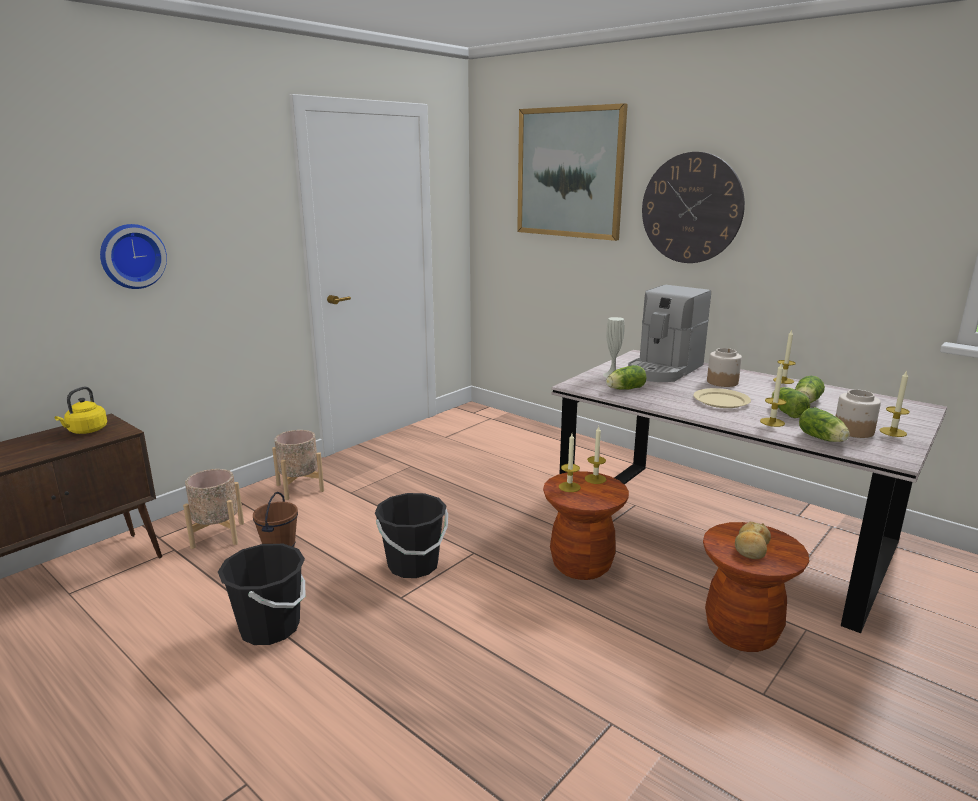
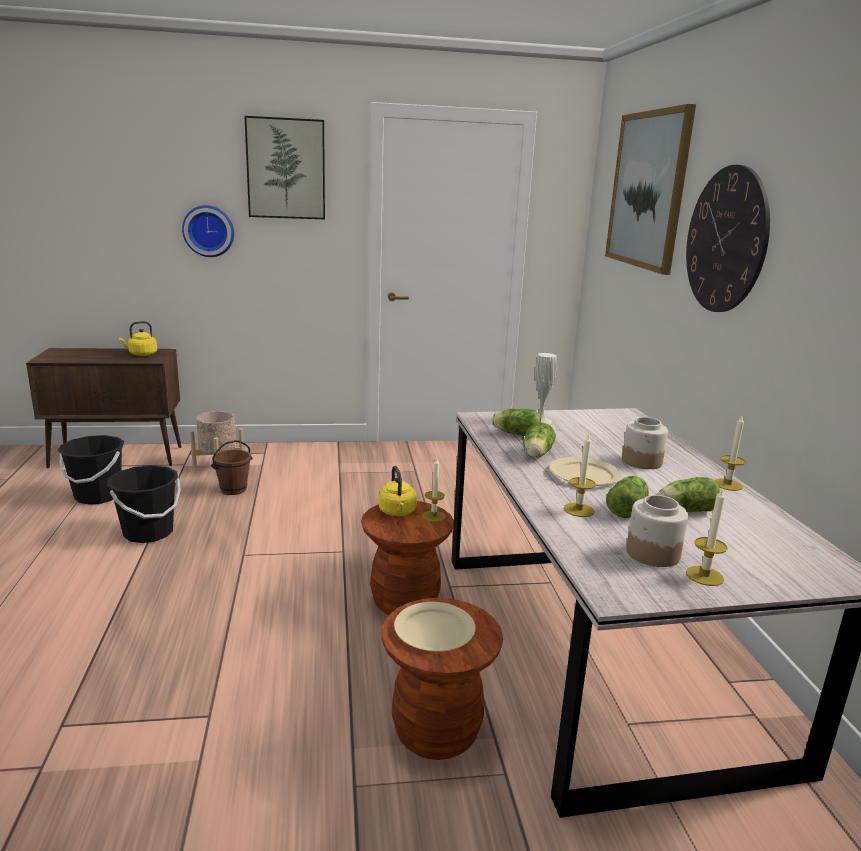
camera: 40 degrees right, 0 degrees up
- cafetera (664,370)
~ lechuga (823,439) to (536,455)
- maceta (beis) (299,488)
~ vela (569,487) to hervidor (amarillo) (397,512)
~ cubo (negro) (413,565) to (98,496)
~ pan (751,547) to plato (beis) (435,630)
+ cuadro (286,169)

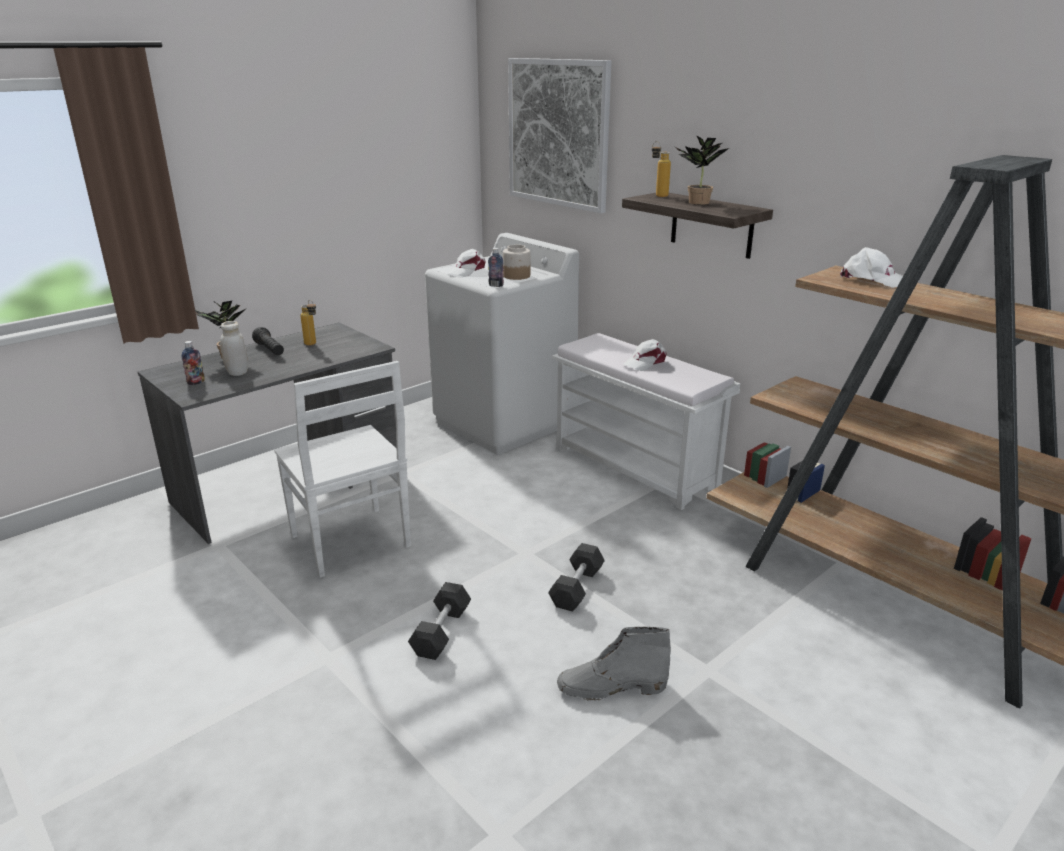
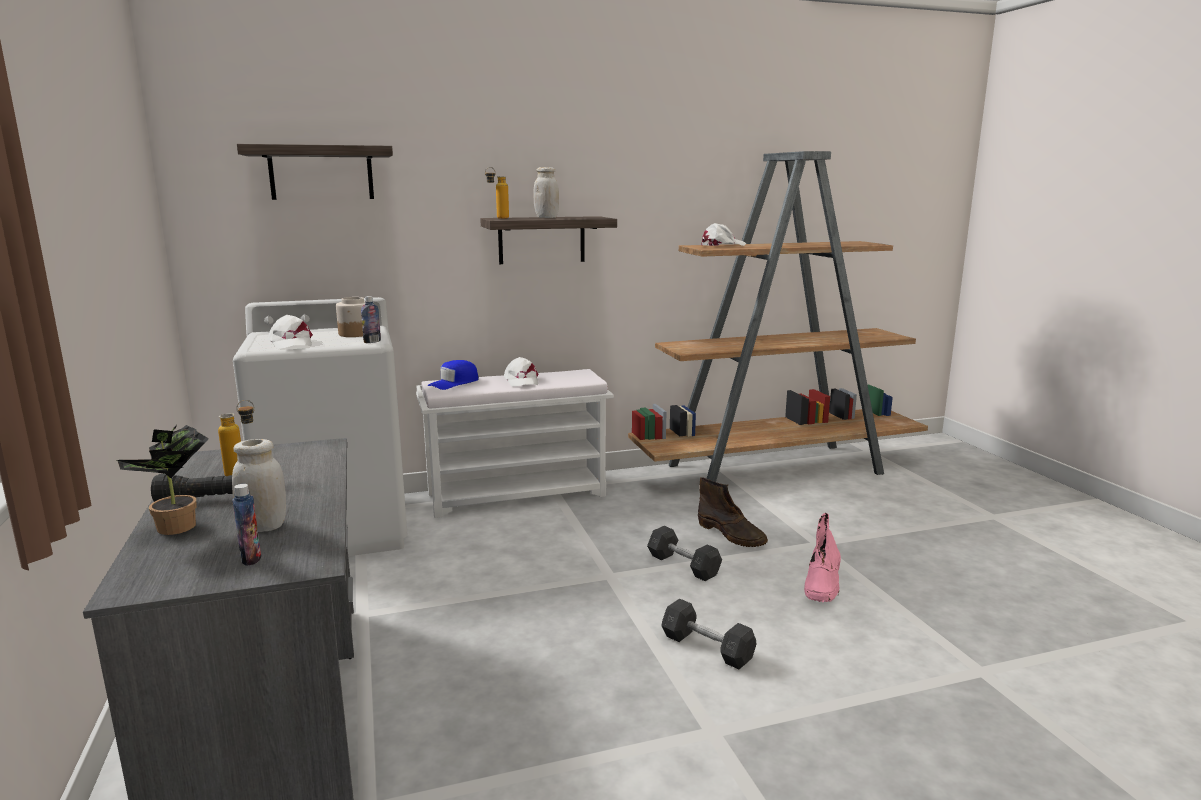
camera: 65 degrees left, 10 degrees down
~ cuadro (558,133) to estante (321,173)
~ planta en maceta (696,203) to tarro (blanco) (546,217)
- silla (blanco) (351,543)
~ bota (gris) (611,687) to bota (rosa) (822,583)
+ gorra (azul) (454,383)
+ bota (marrón) (731,535)

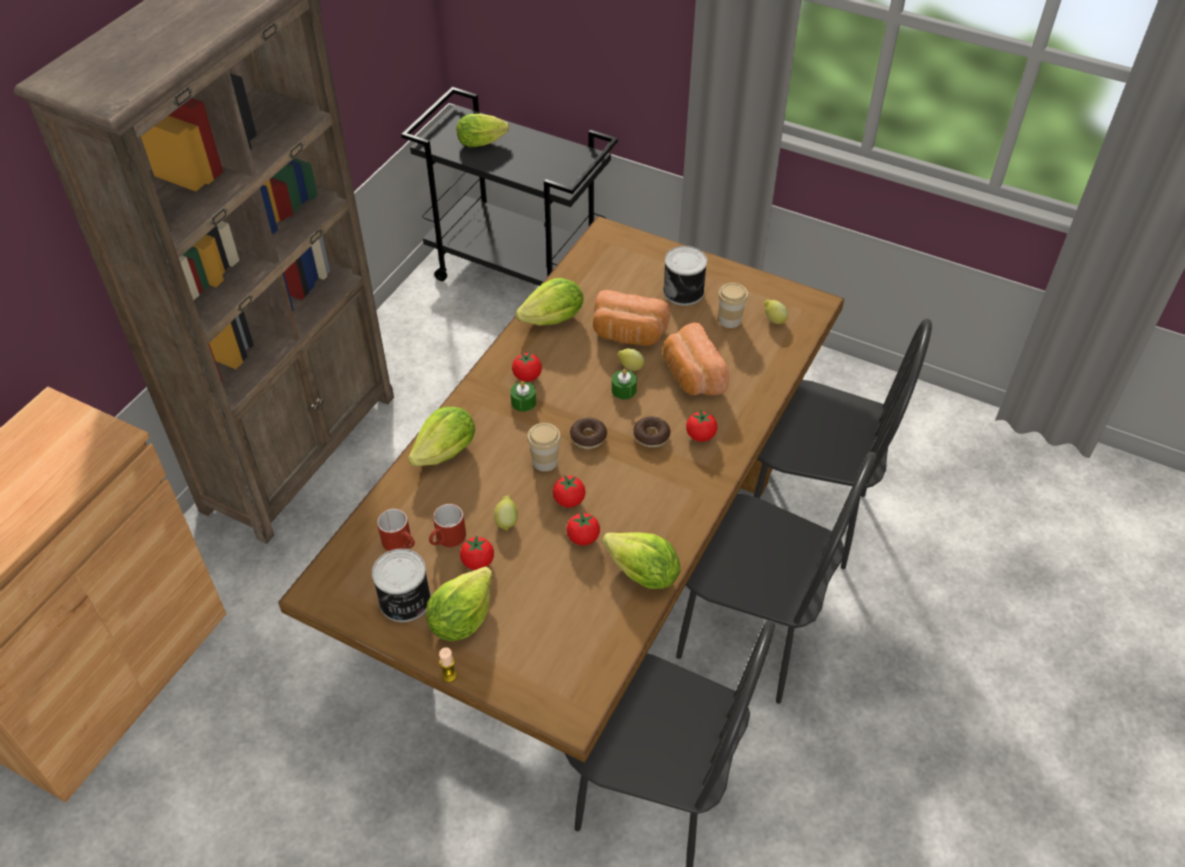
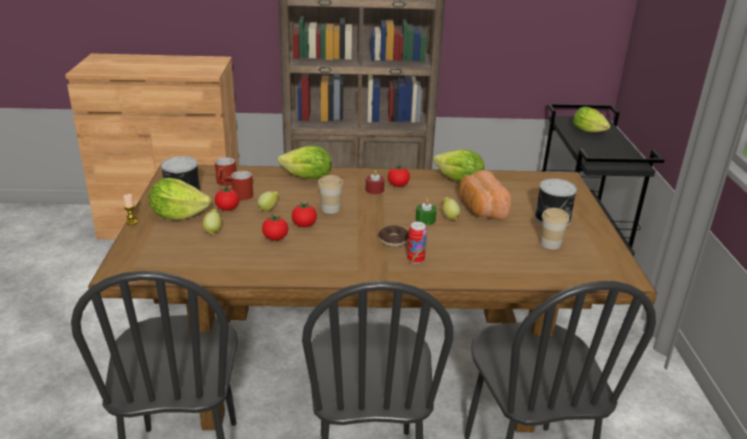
camera: 60 degrees right, 20 degrees down
~ limón (773,320) to (213,230)
- pan (691,376)
~ vela (verde) (523,402) to vela (rojo) (374,189)
~ tomate (700,435) to lata (415,260)
- rosquilla (588,437)
- lechuga (643,574)

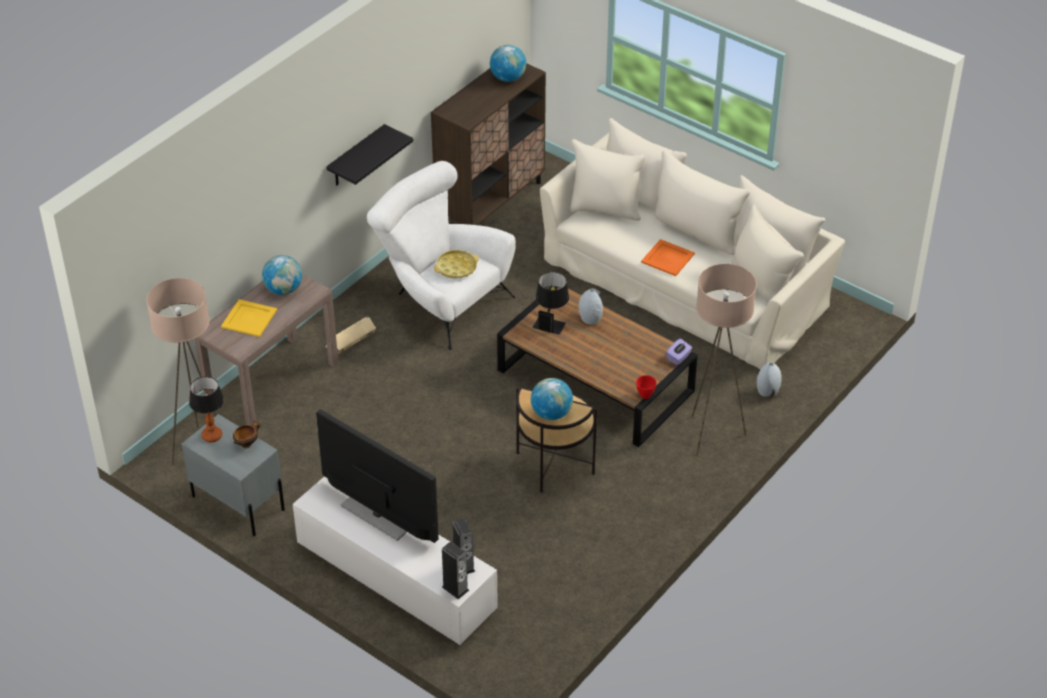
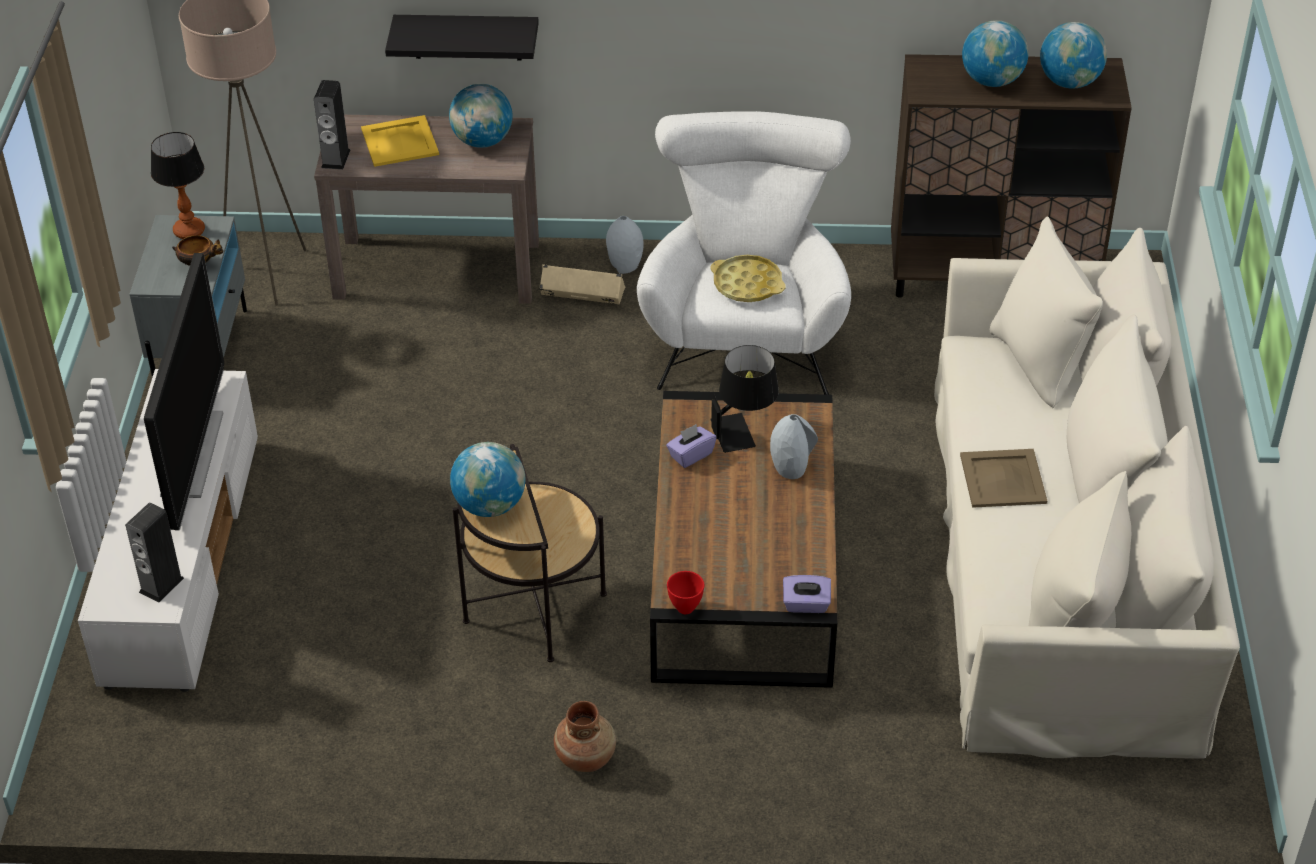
camera: 55 degrees right, 0 degrees up
~ estante (negro) (356,157) to (467,37)
~ bandeja (naranja) (668,258) to bandeja (beis) (1003,479)
- lámpara de pie (beis) (712,435)
~ florero (gris) (768,392) to (624,265)
~ altavoz (455,588) to (335,158)
+ globo terráqueo (992,81)
+ caja de pañuelos (morado) (690,455)
+ florero (marrón) (585,756)

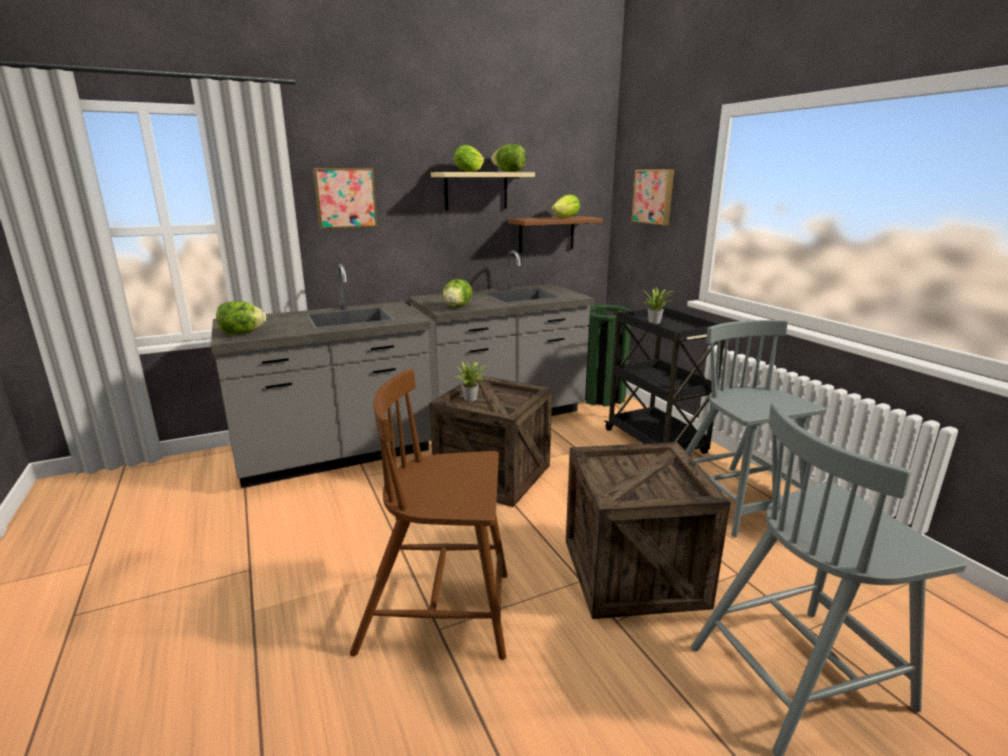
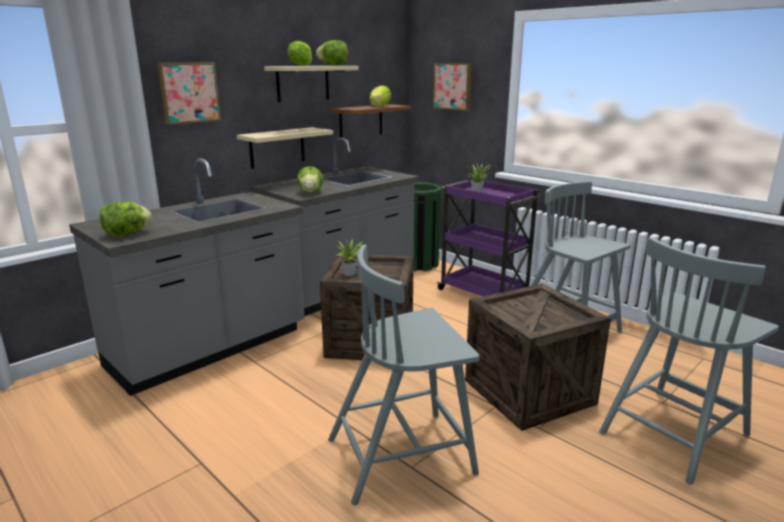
camera: 20 degrees left, 0 degrees up
~ carrito (negro) (656,442) to carrito (morado) (484,293)
~ silla (marrón) (439,612) to silla (gris) (403,455)
+ estante (beis) (277,147)

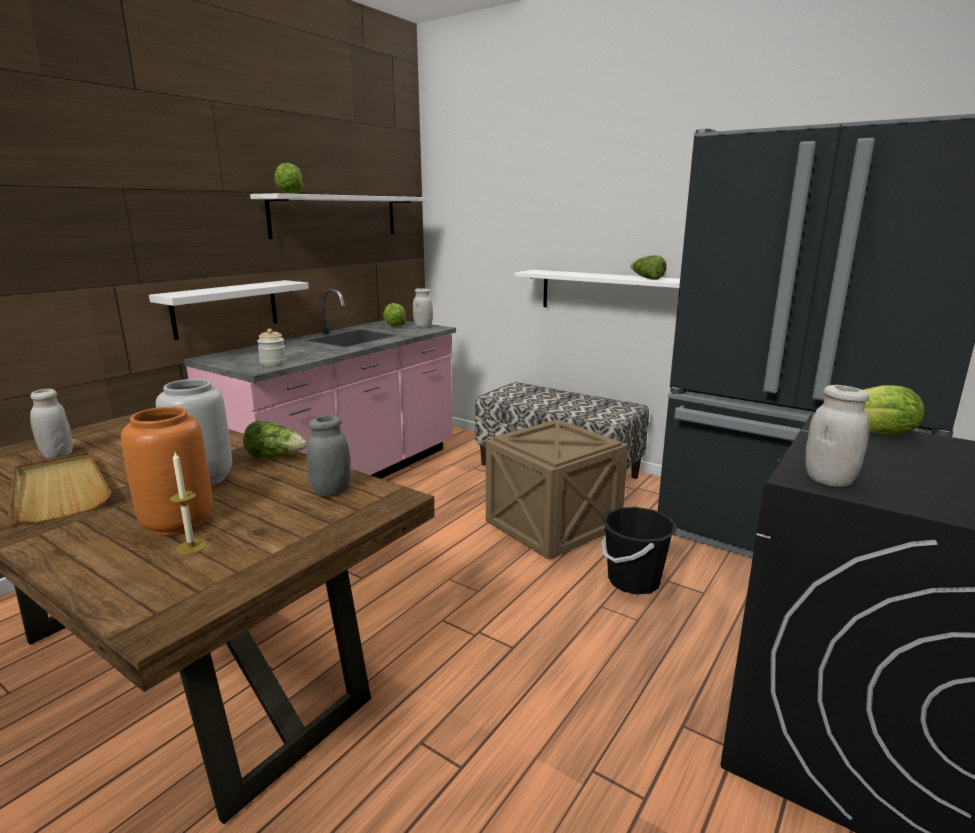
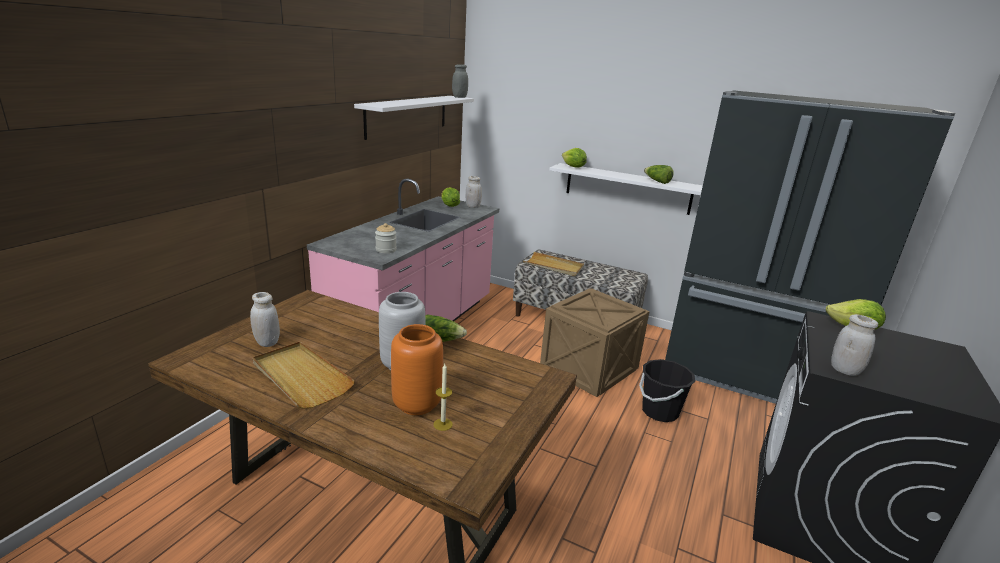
camera: 10 degrees left, 5 degrees up
~ lechuga (289,193) to (573,167)
- estante (blanco) (226,309)
~ tarro (gris) (331,491) to (459,97)
+ bandeja (beis) (553,266)

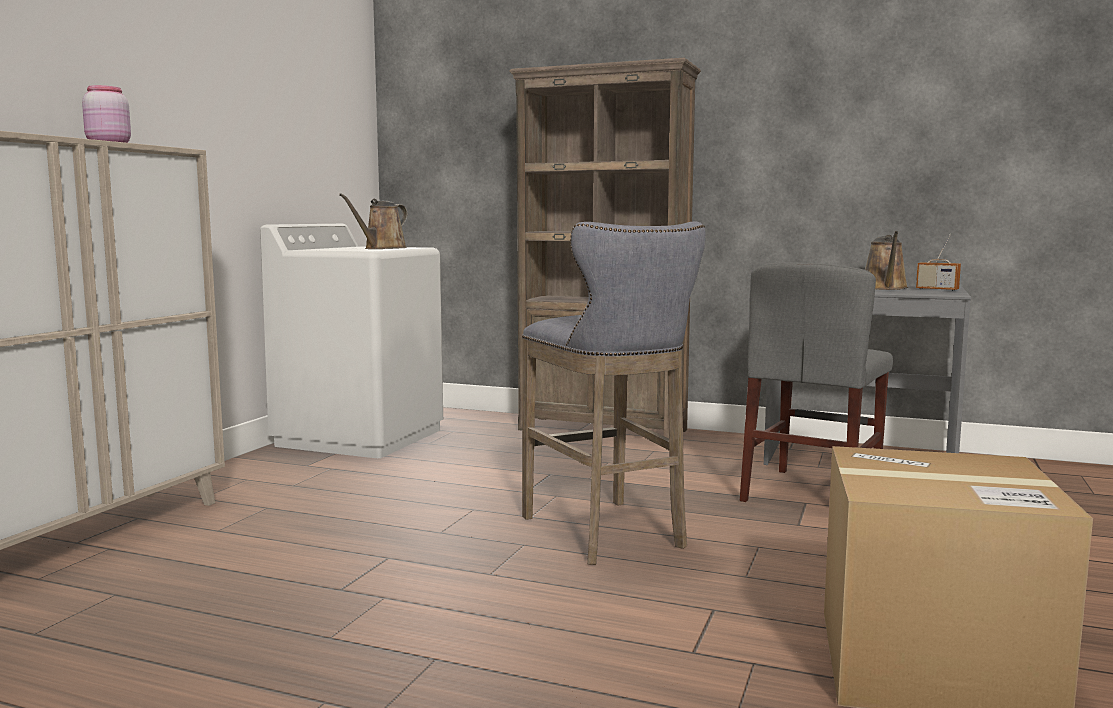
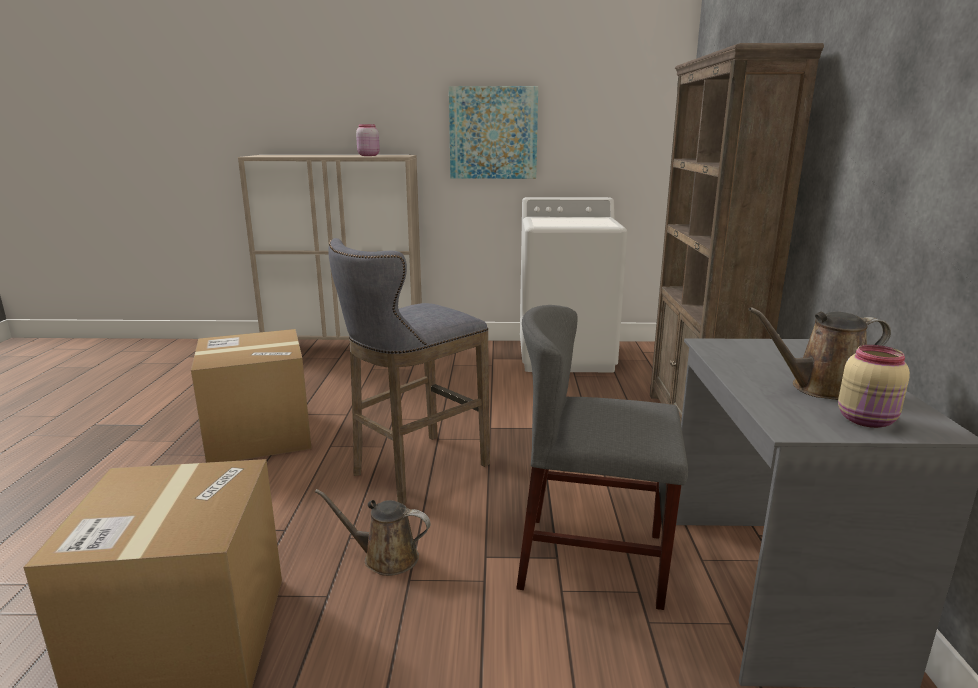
camera: 70 degrees right, 10 degrees up
~ regadera (marrón) (382,248) to (385,557)
~ radio (937,289) to tarro (beis) (867,421)
+ cuadro (493,133)
+ caja de cartón (259,435)

